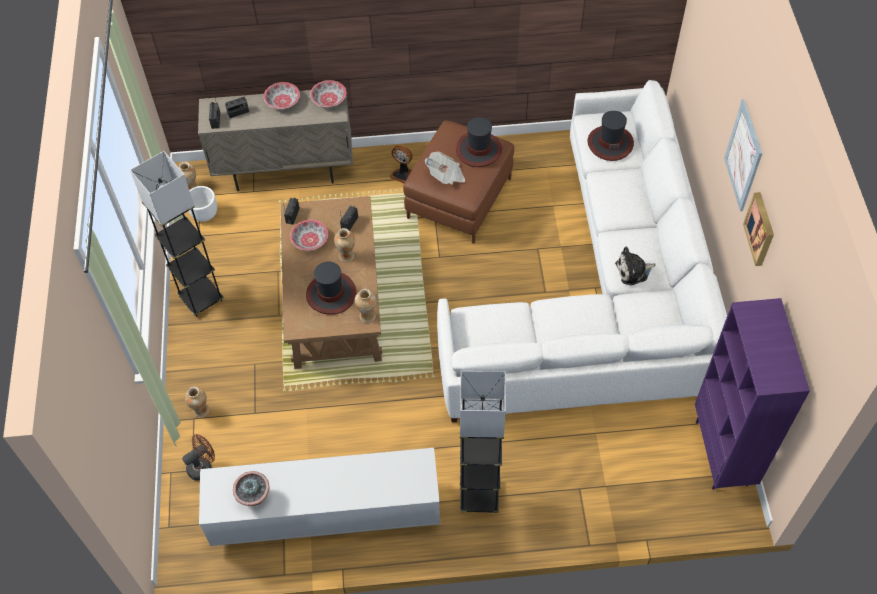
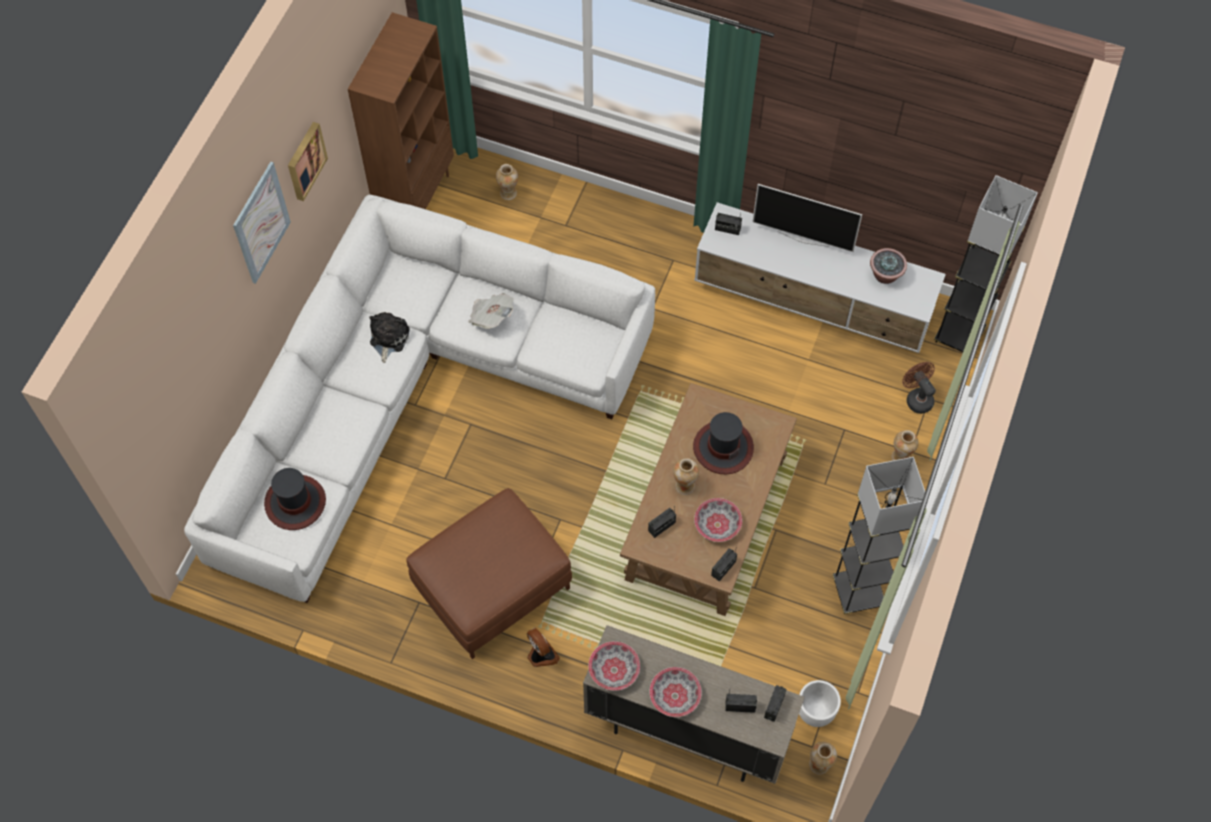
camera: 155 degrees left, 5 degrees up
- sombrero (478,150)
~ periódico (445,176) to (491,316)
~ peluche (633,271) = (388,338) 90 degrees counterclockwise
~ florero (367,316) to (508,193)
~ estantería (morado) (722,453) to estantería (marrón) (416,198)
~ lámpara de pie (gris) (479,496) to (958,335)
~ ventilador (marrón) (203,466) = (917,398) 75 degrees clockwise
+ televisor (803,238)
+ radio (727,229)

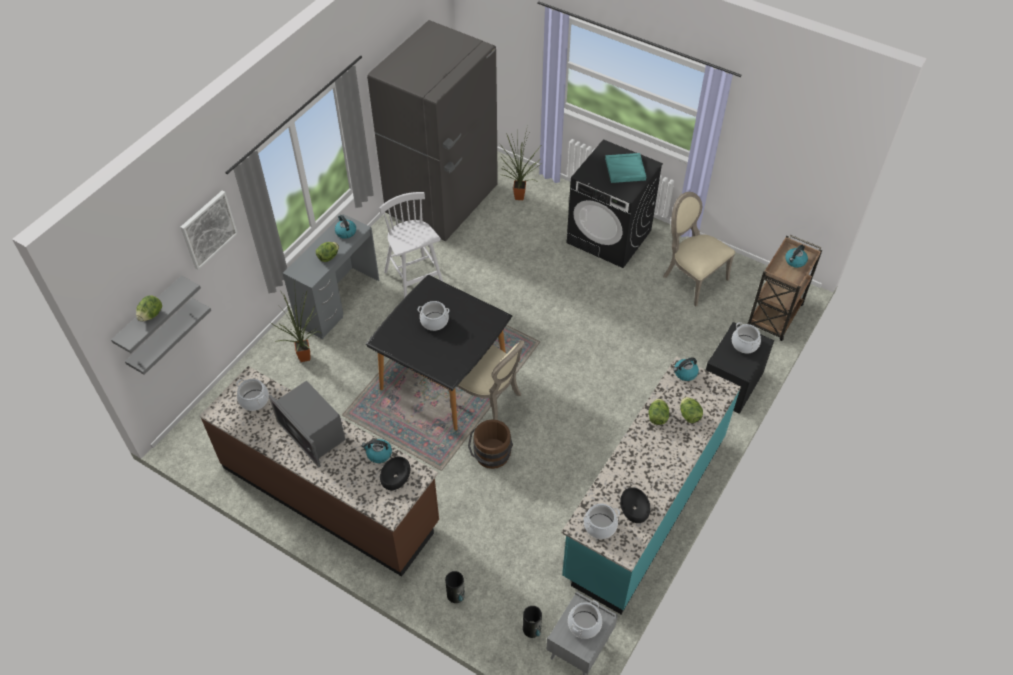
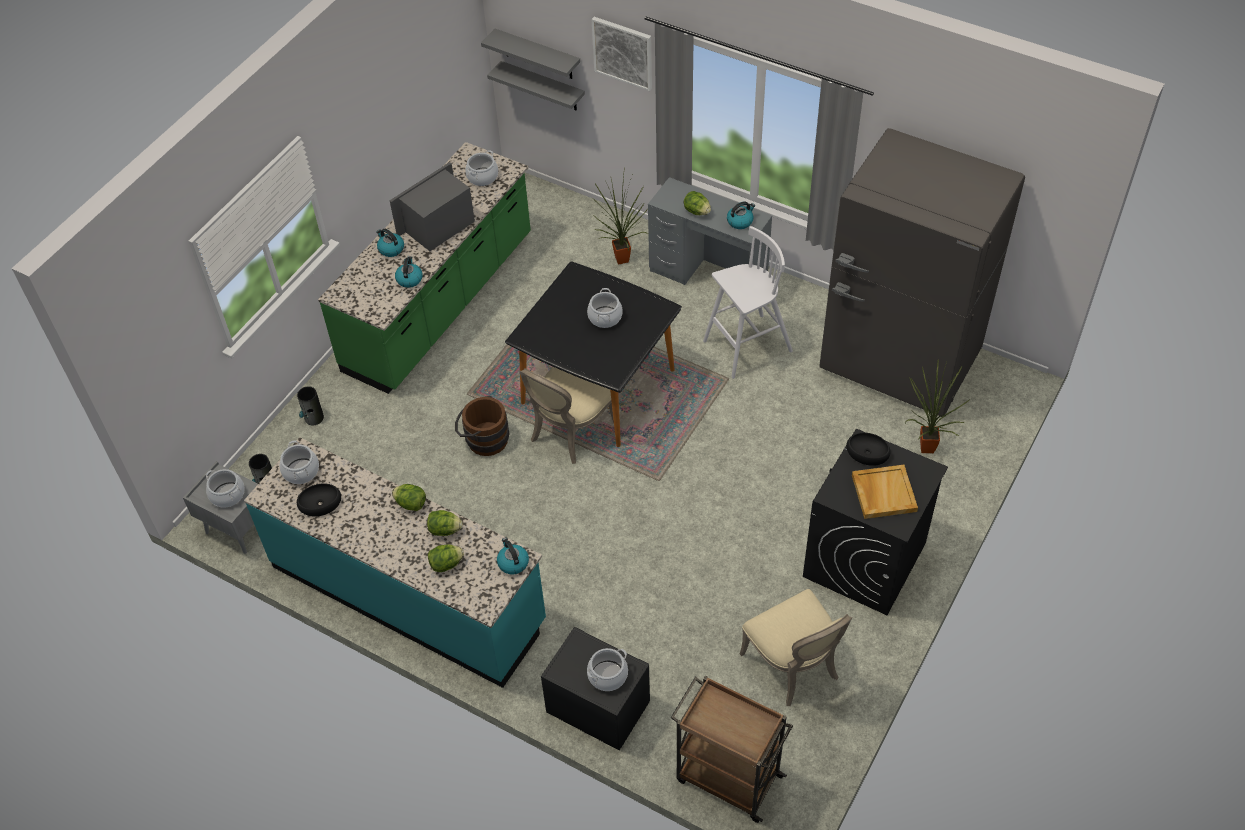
camera: 90 degrees right, 0 degrees up
~ bandeja (turquesa) (625,169) to bandeja (beis) (883,493)
~ silla (beis) (692,278) = (794,667) 105 degrees clockwise
~ hervidor (795,261) to (391,249)
~ lechuga (151,315) to (411,504)
~ mueble bajo de cocina (marrón) (330,494) to mueble bajo de cocina (verde) (440,304)
~ cuenco (negro) (395,476) to (868,452)

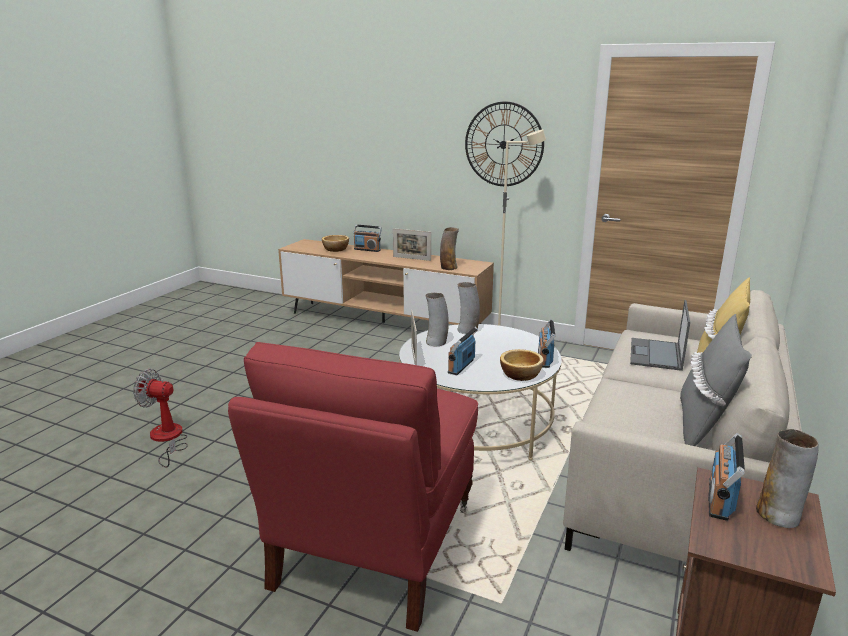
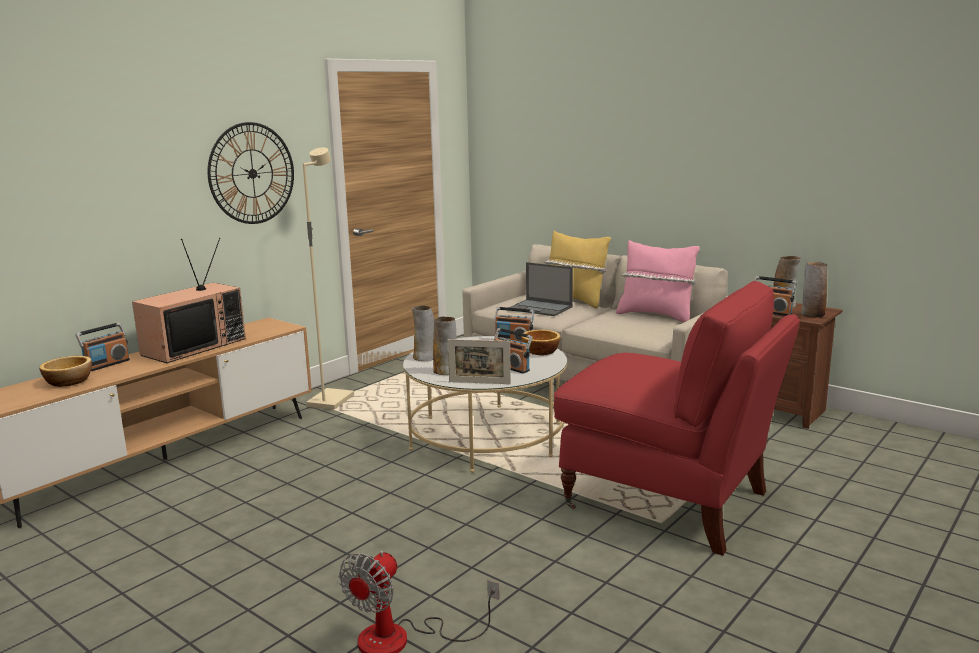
camera: 75 degrees left, 5 degrees down
~ florero (448,268) to (812,315)
~ portarretratos (412,258) to televisor (194,346)
~ cojín (gris) (703,426) to cojín (rosa) (656,316)

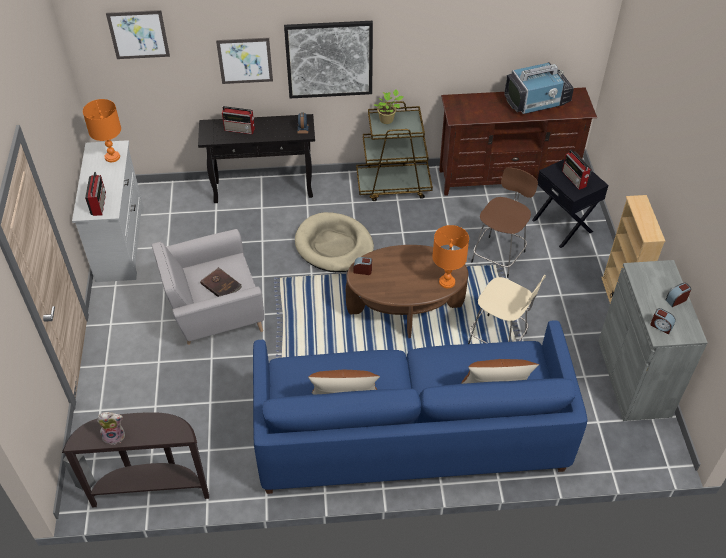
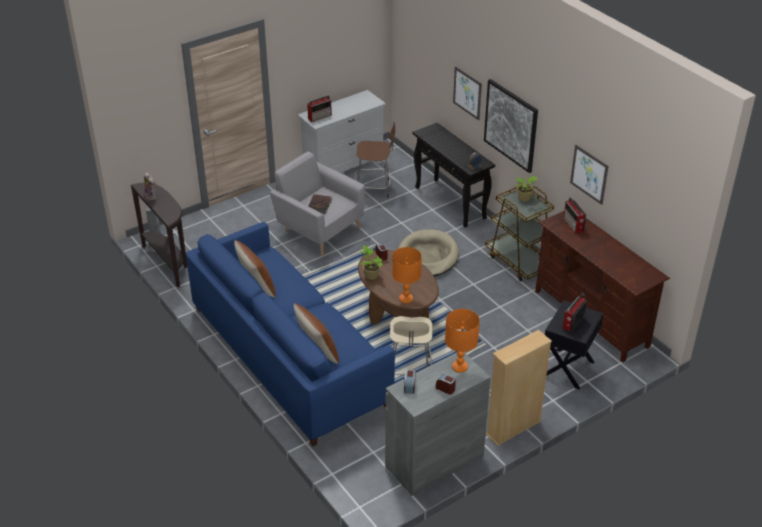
camera: 60 degrees right, 10 degrees down
~ cuadro (138,34) to (589,174)
- televisor (537,101)
~ lámpara de mesa (naranja) (112,157) to (459,367)
~ radio (240,129) to (573,225)
~ taburete (marrón) (499,255) to (374,188)
+ planta en maceta (370,275)

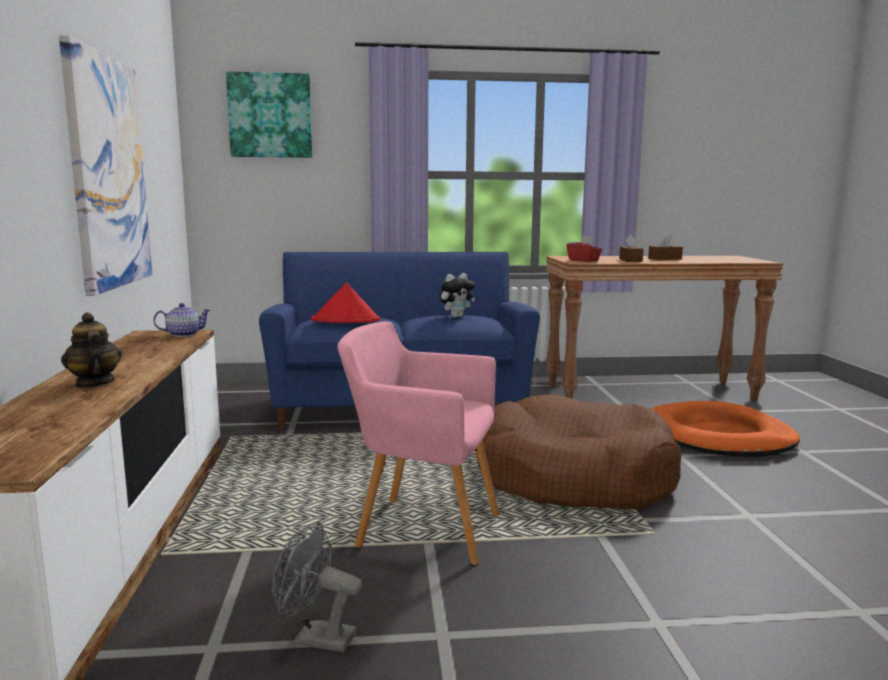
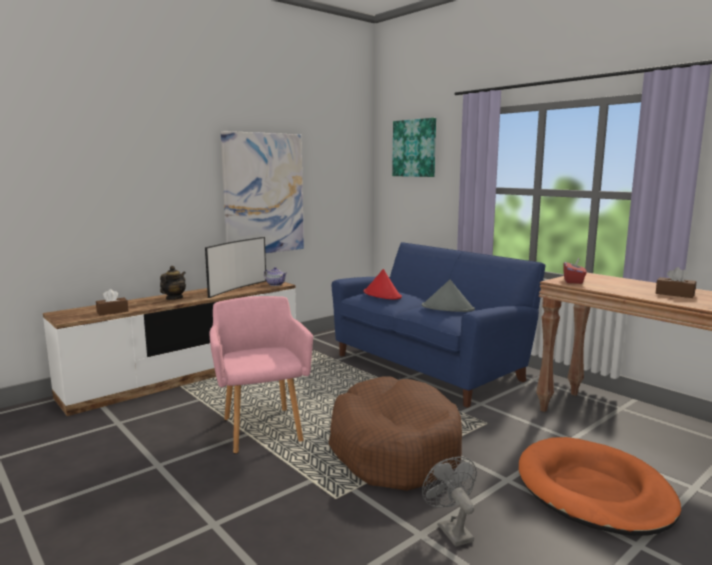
camera: 55 degrees right, 0 degrees up
~ caja de pañuelos (marrón) (630,260) to (112,312)
~ peluche (456,316) to sombrero (gris) (448,308)
~ ventilador (gris) (315,638) to (451,530)
+ televisor (236,288)

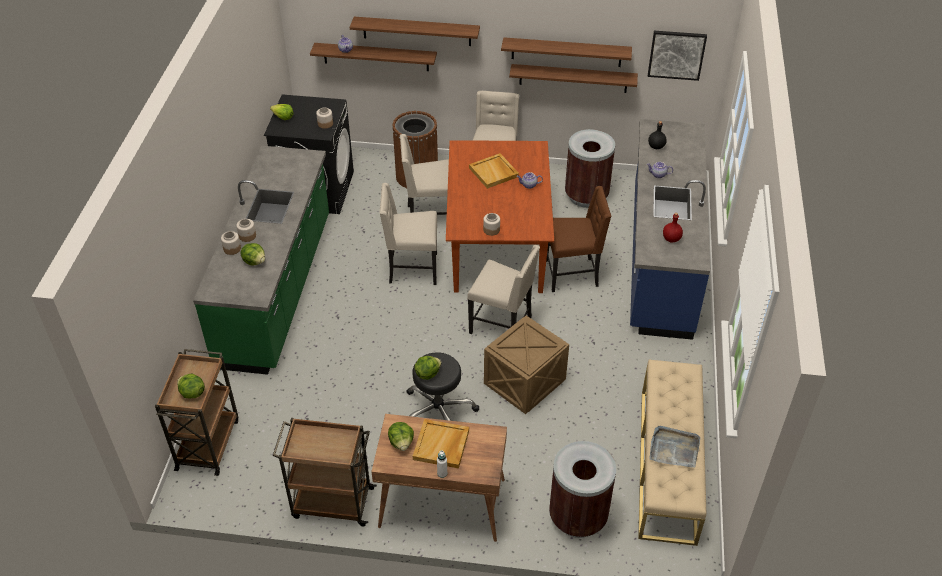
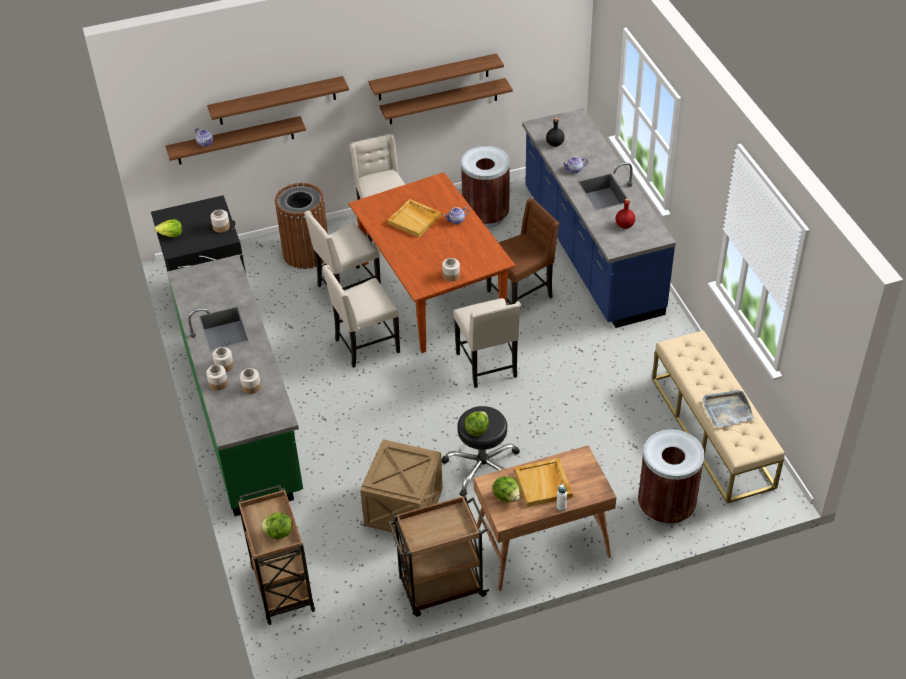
camera: 25 degrees left, 0 degrees up
- cuadro (676,54)
~ lechuga (255,261) to tarro (251,387)
~ silla (beis) (502,325) = (488,366) 75 degrees clockwise
~ caja de embalaje (524,383) to (403,509)

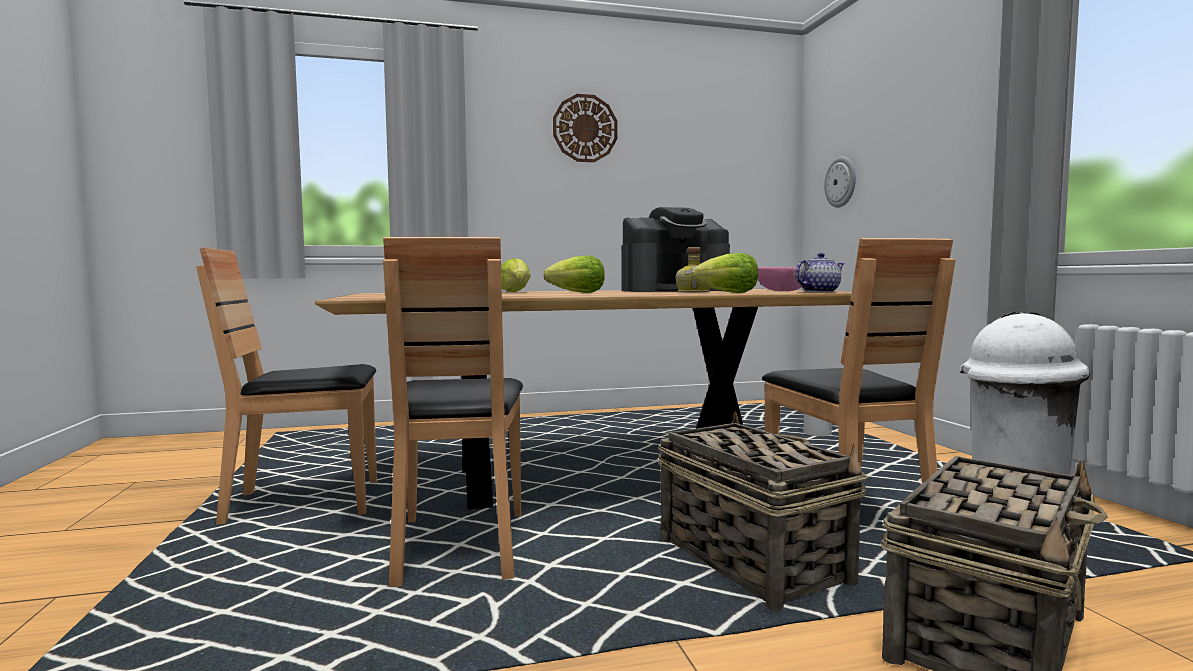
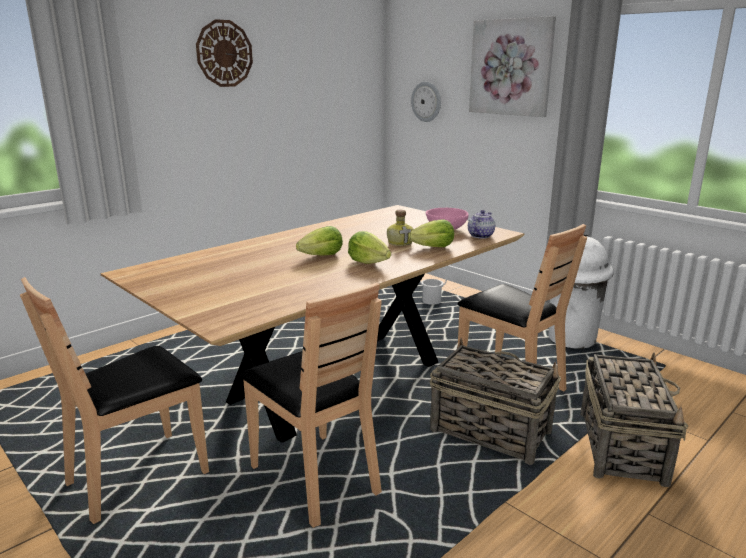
camera: 30 degrees left, 15 degrees up
- cafetera (674,290)
~ lechuga (516,292) to (368,262)
+ cuadro (511,67)

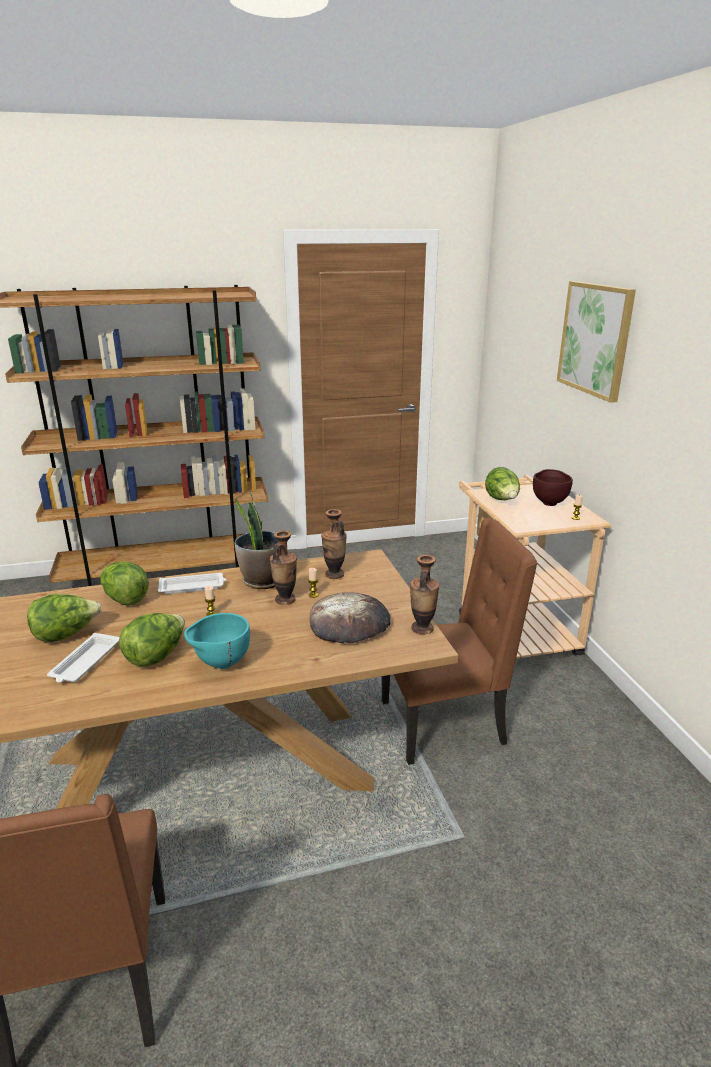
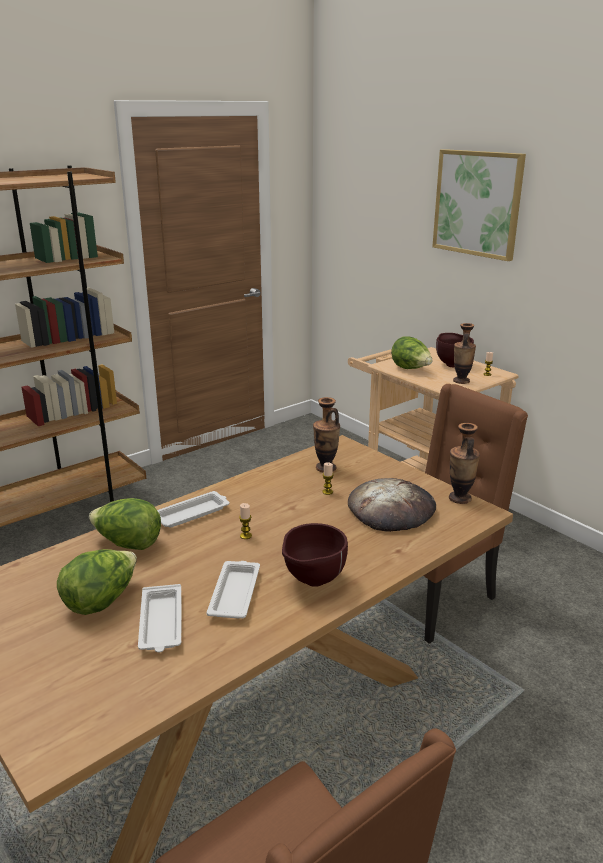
camera: 25 degrees left, 0 degrees up
- planta en maceta (262,580)
~ florero (285,600) to (461,381)
~ lechuga (156,656) to bandeja (blanco) (235,593)
~ cuenco (turquesa) (220,664) to cuenco (marrón) (312,582)

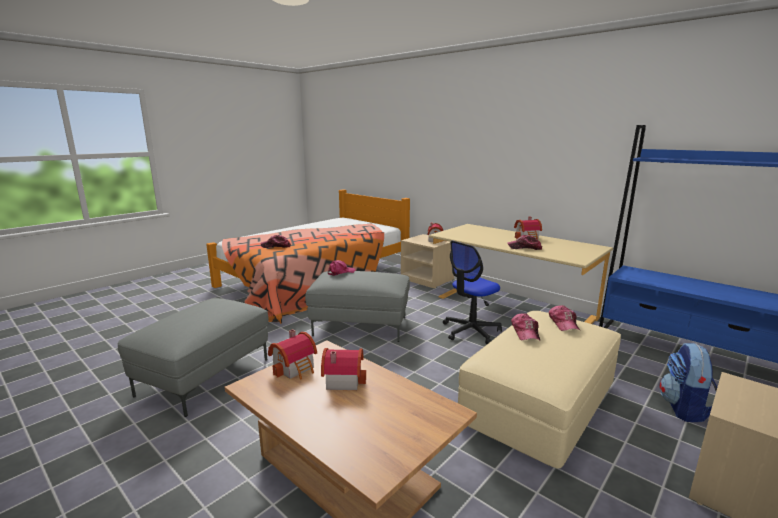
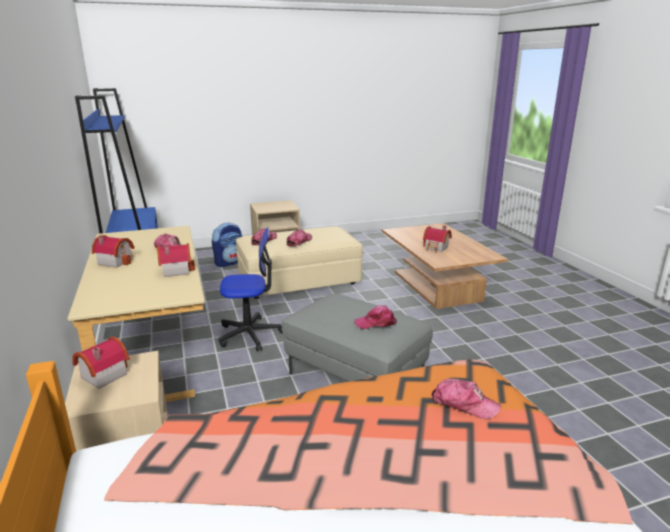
camera: 150 degrees left, 5 degrees up
- puf (gris) (205,377)
~ casita (296,368) to (175,270)

